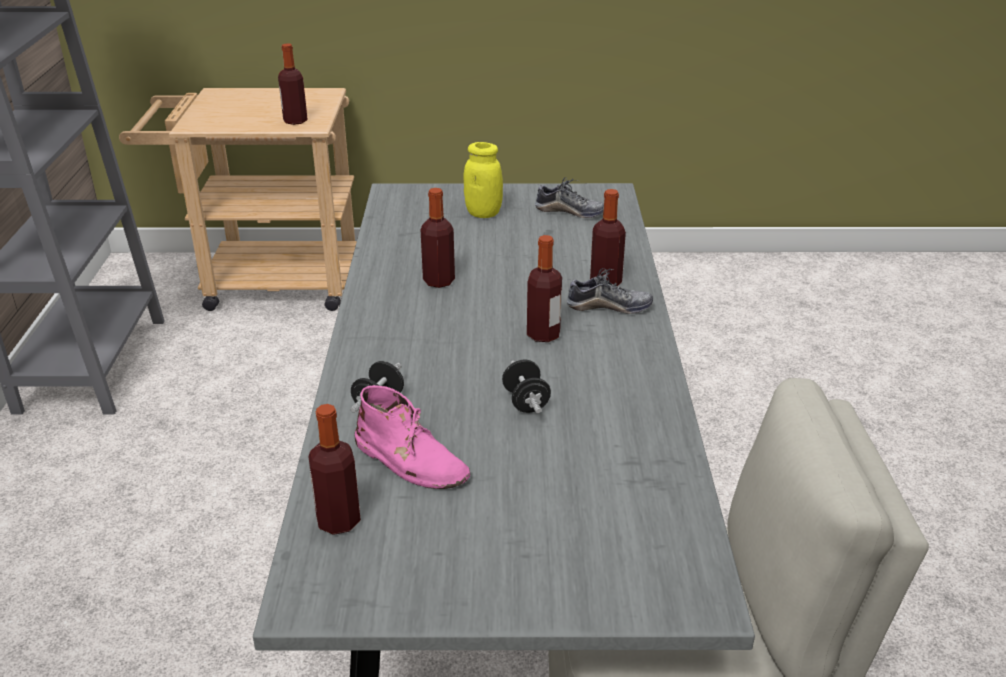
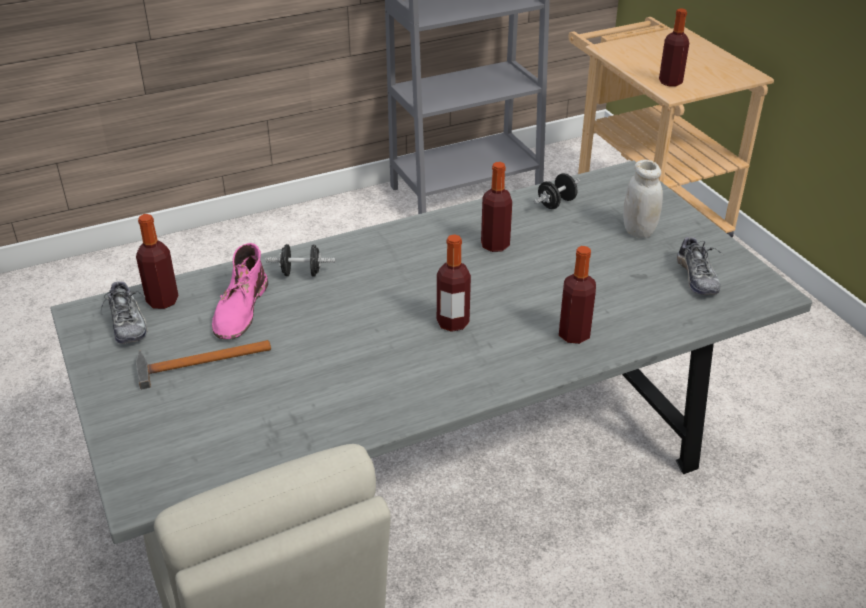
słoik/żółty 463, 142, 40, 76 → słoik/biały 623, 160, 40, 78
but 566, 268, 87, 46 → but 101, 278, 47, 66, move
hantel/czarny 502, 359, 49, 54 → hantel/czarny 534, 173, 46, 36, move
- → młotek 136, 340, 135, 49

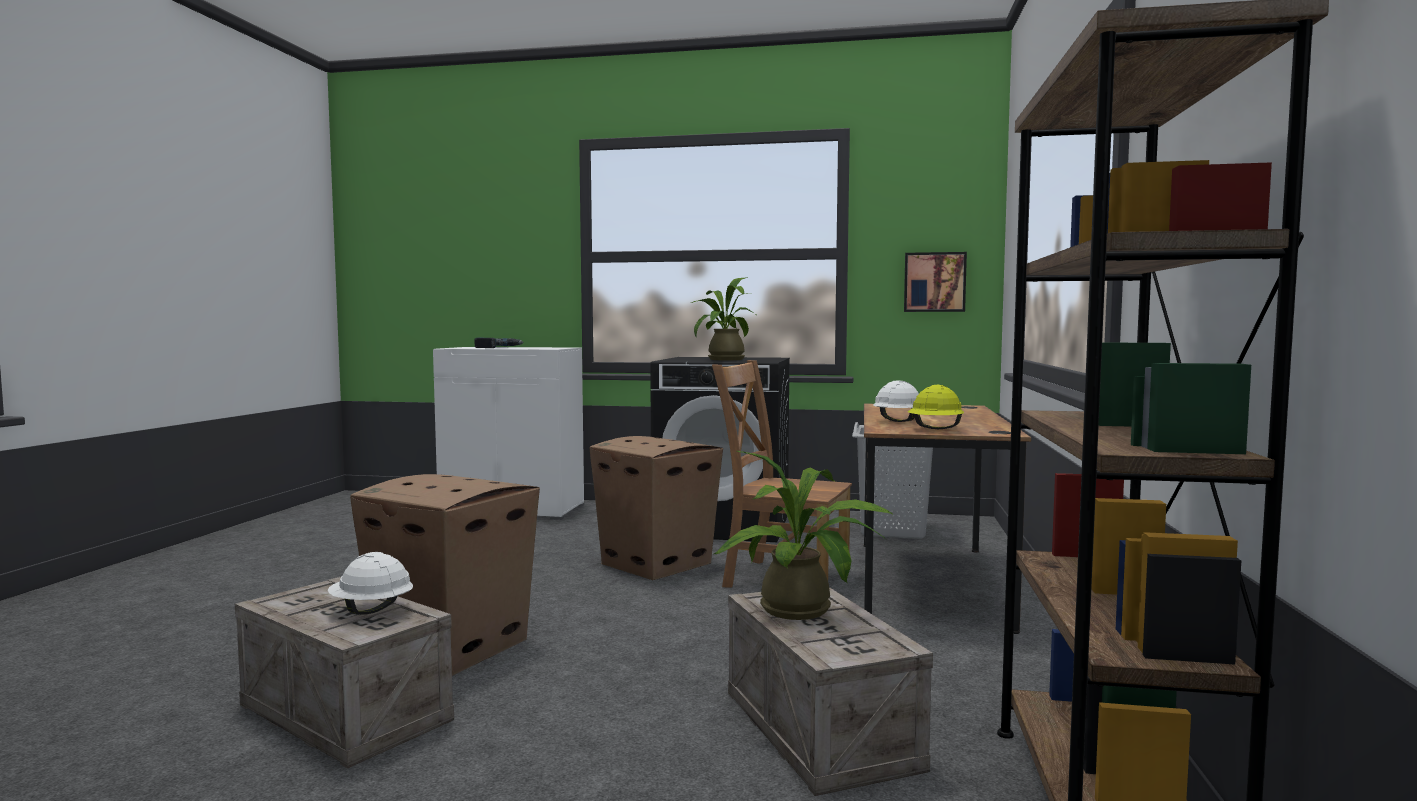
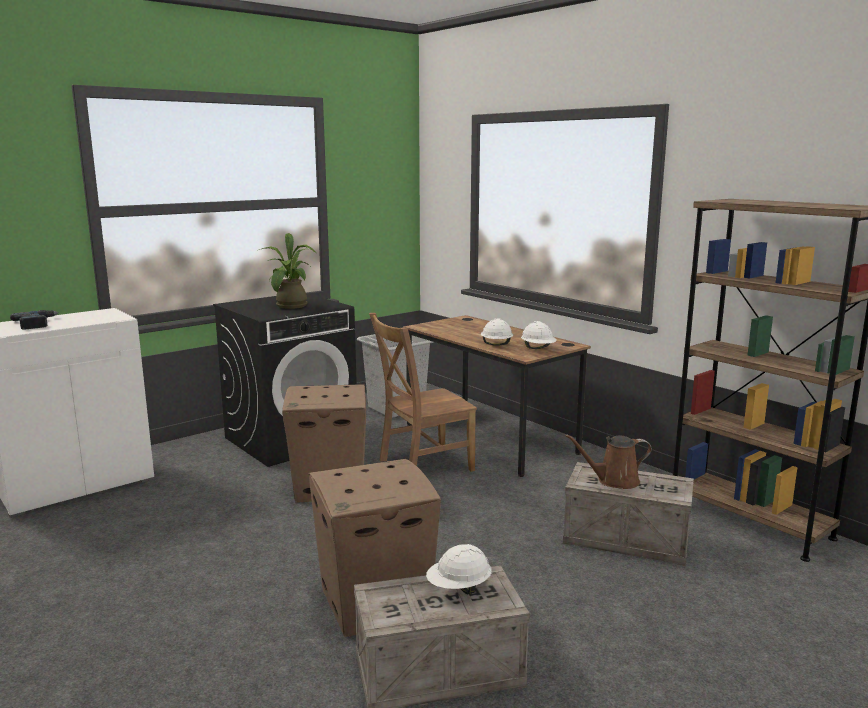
obraz 904, 252, 63, 60 → -
kask/żółty 908, 385, 56, 44 → kask/biały 521, 321, 36, 28
roślina doniczkowa 714, 451, 180, 169 → konewka/brązowy 565, 434, 87, 55

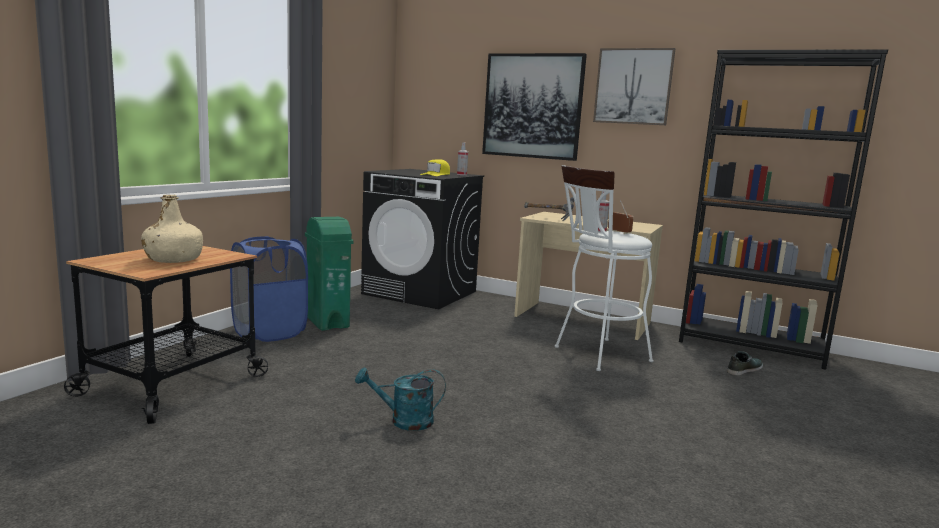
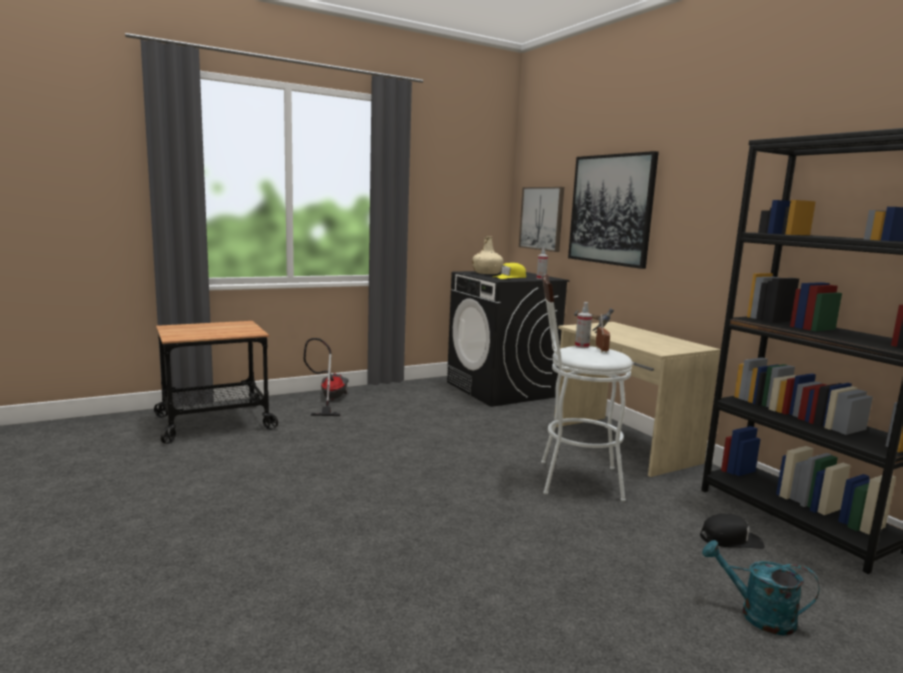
obraz 593, 48, 82, 77 → obraz 519, 187, 45, 65, move
butelka/beżowy 141, 195, 62, 68 → butelka/beżowy 472, 236, 31, 38, move
kosz na śmieci/zielony 305, 217, 48, 114 → -
kosz na pranie/niebieski 230, 236, 78, 106 → odkurzacz 304, 338, 45, 78
but 727, 351, 36, 25 → czapka z daszkiem/czarny 700, 513, 65, 36
konewka/turkusowy 355, 367, 91, 64 → konewka/turkusowy 702, 540, 117, 95, move

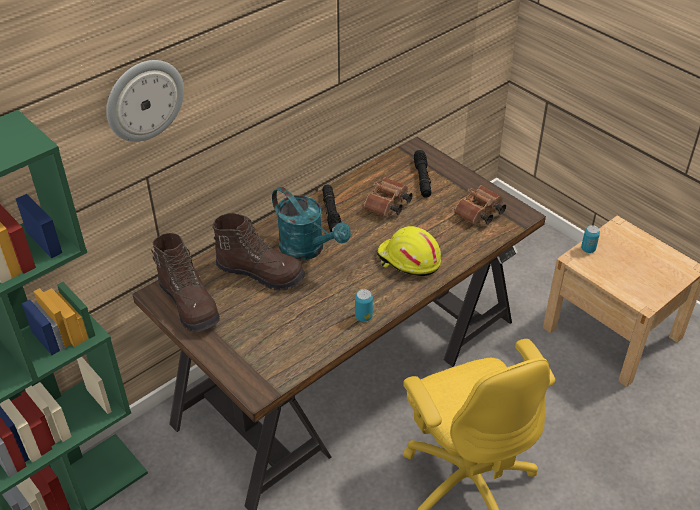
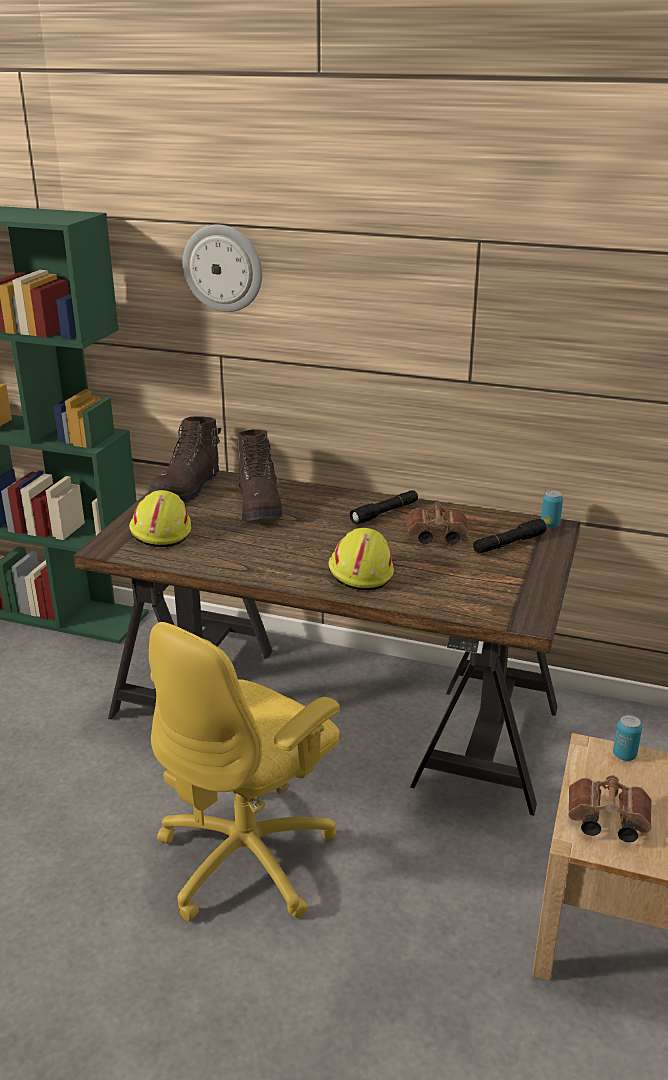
lornetka/brązowy 454, 185, 52, 40 → lornetka/brązowy 568, 775, 84, 67, move
konewka/turkusowy 272, 187, 79, 73 → -
puszka 355, 289, 18, 33 → puszka 541, 490, 22, 38, move
- → kask/żółty 129, 490, 62, 57

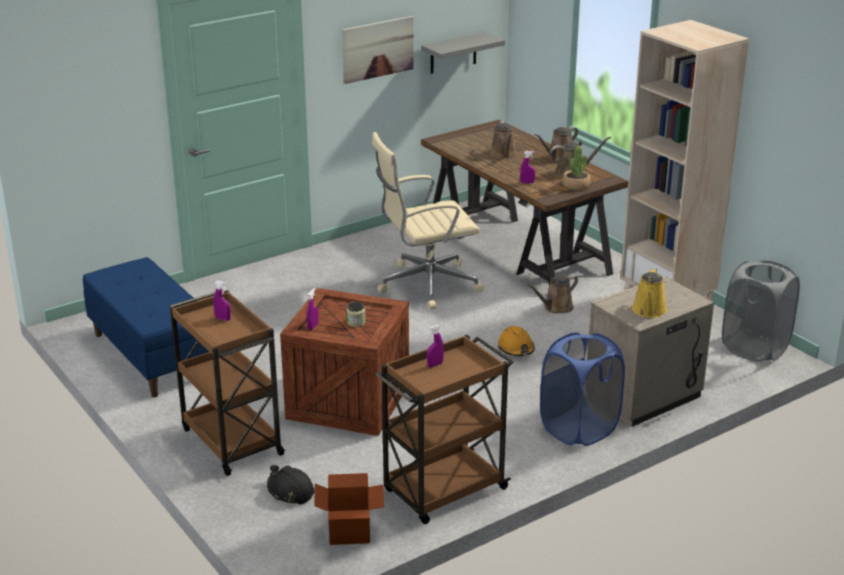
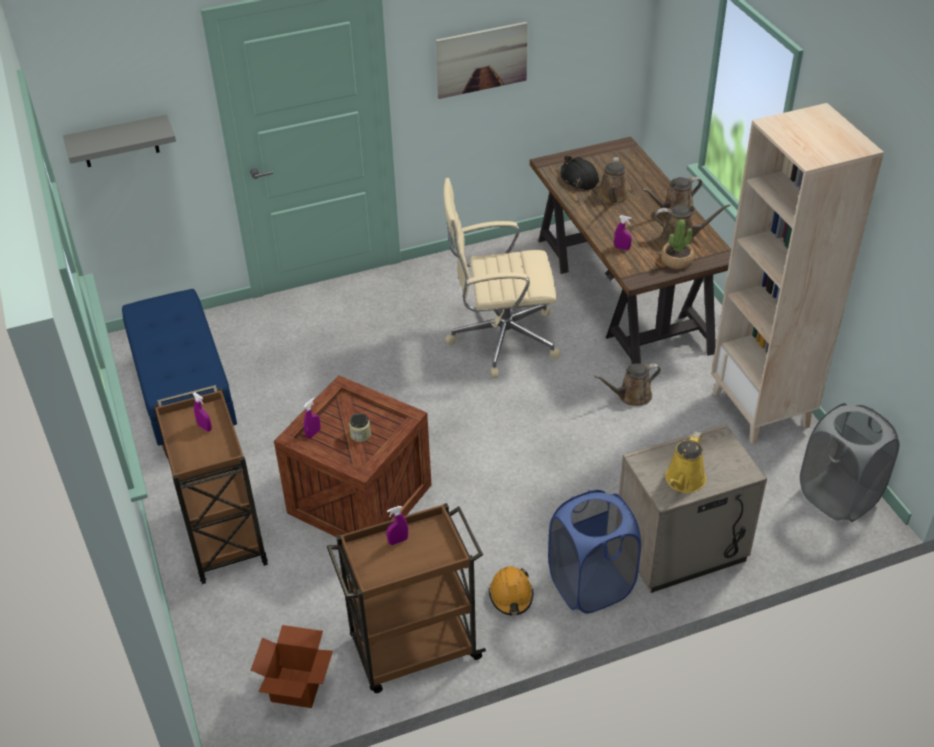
półka/szary 421, 32, 84, 42 → półka/szary 63, 114, 113, 53, move
kask/pomarańczowy 498, 326, 37, 30 → kask/pomarańczowy 489, 566, 44, 49, move
kask/czarny 267, 465, 48, 40 → kask/czarny 560, 155, 39, 35, move

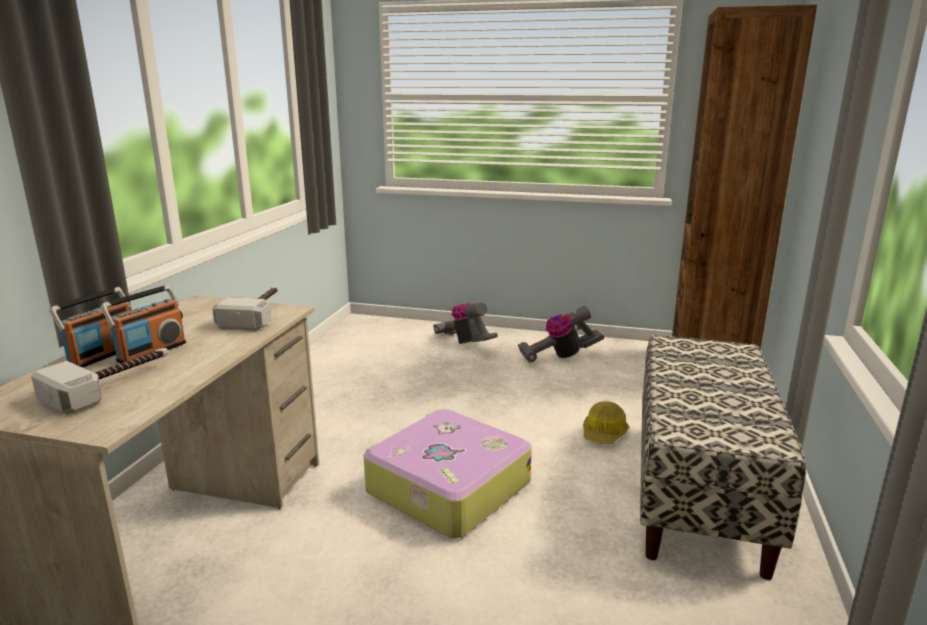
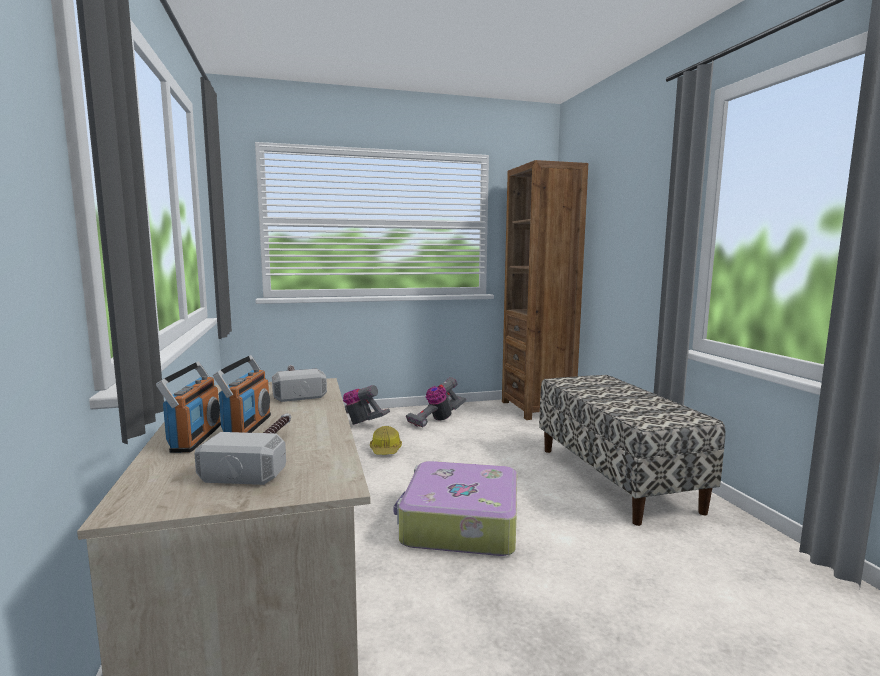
kask 583, 401, 46, 43 → kask 370, 426, 32, 29, move

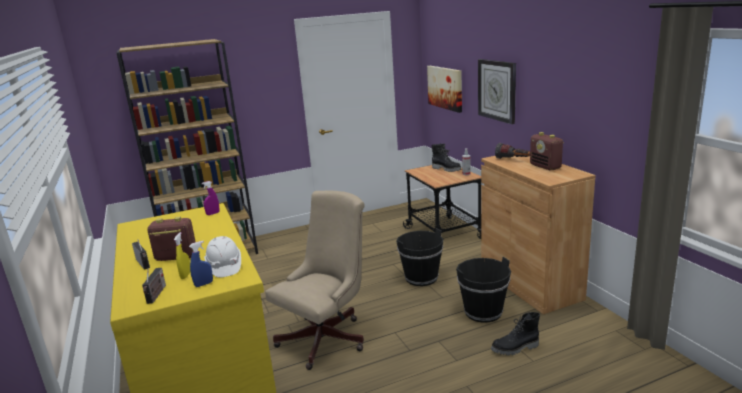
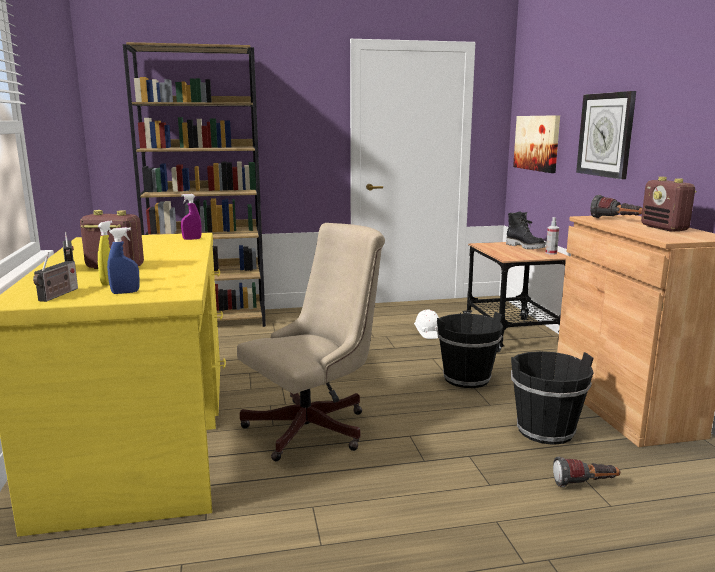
kask/biały 204, 236, 37, 41 → kask/biały 414, 310, 25, 29, move
but z cholewką/czarny 491, 312, 49, 43 → latarka 553, 457, 67, 30

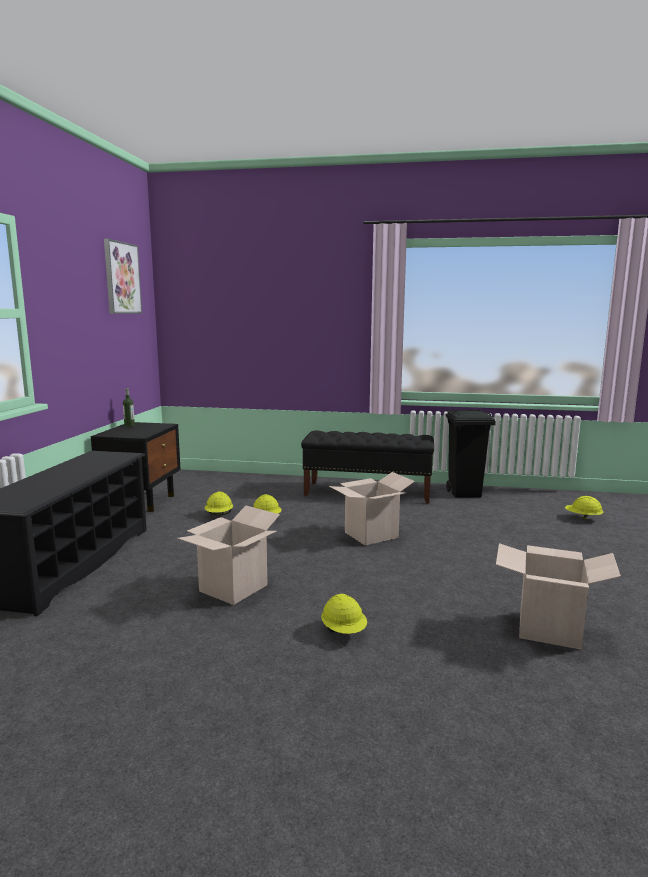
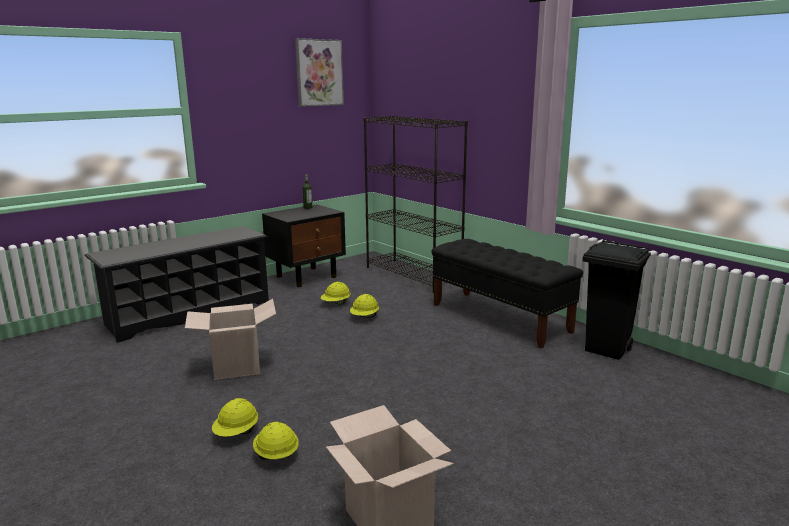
karton 329, 472, 86, 73 → -
kask/żółty 565, 496, 39, 24 → kask/żółty 253, 422, 46, 38, move
- → regał/czarny 364, 116, 104, 177

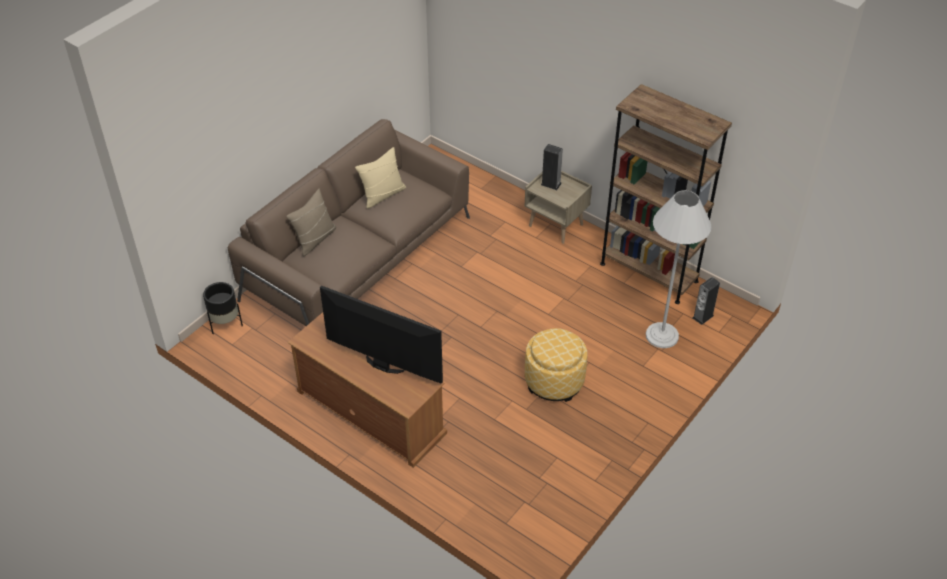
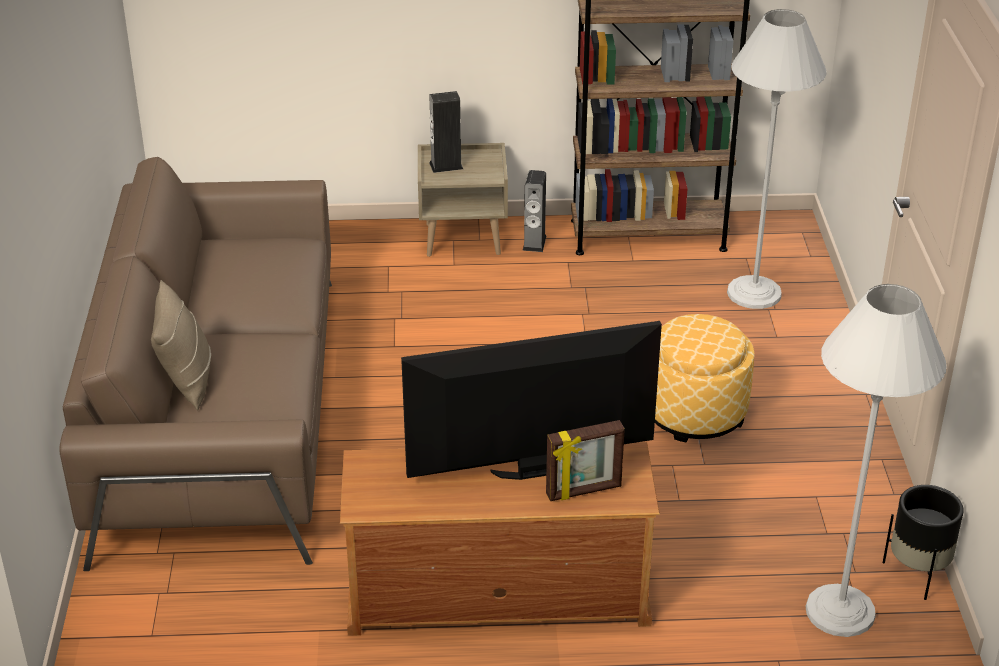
poduszka/beżowy 355, 147, 51, 62 → -
głośnik 693, 277, 27, 48 → głośnik 522, 170, 24, 82, move
donica/czarny 203, 282, 40, 52 → donica/czarny 883, 485, 81, 115, move
- → lampa stojąca/biały 805, 284, 142, 353
- → ramka na zdjęcie 546, 420, 79, 81

